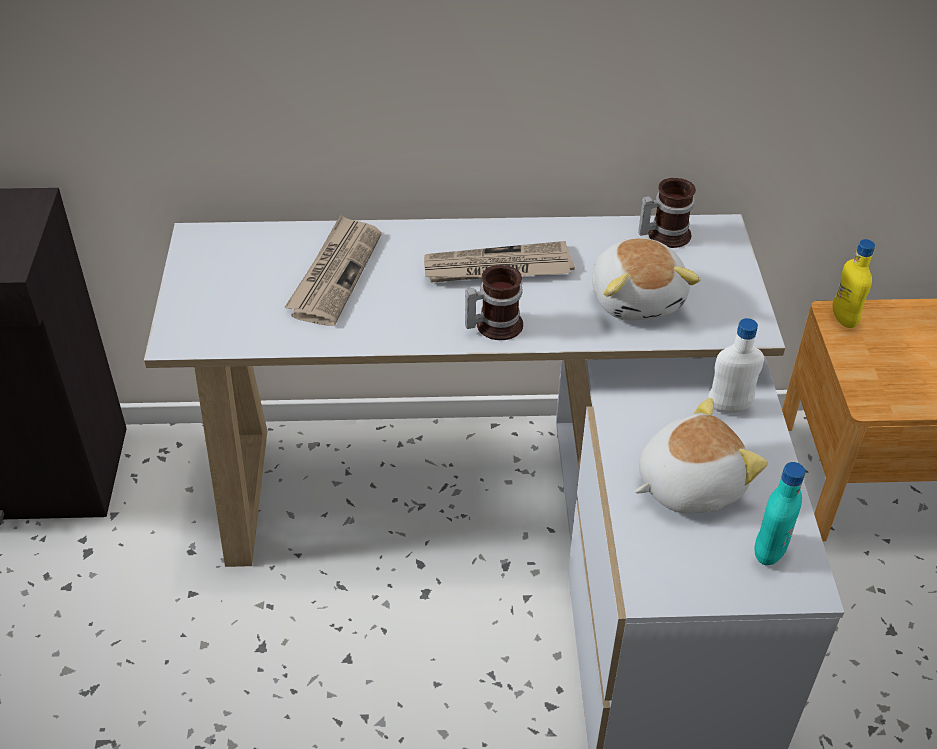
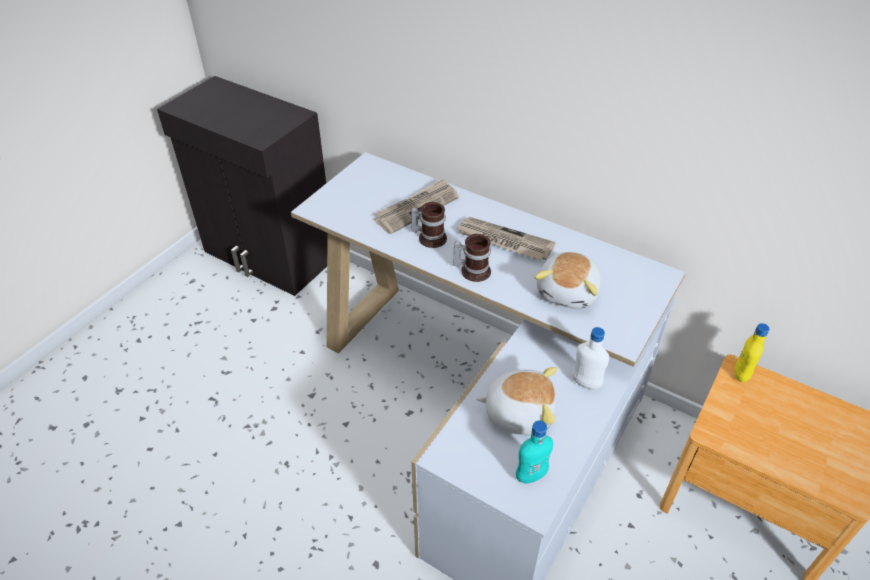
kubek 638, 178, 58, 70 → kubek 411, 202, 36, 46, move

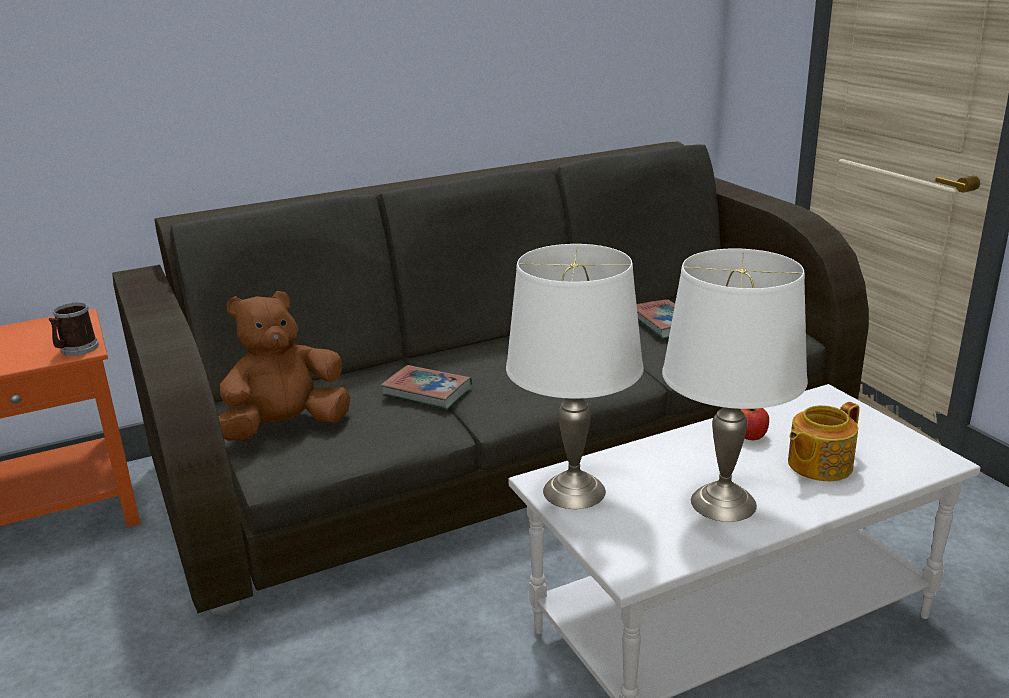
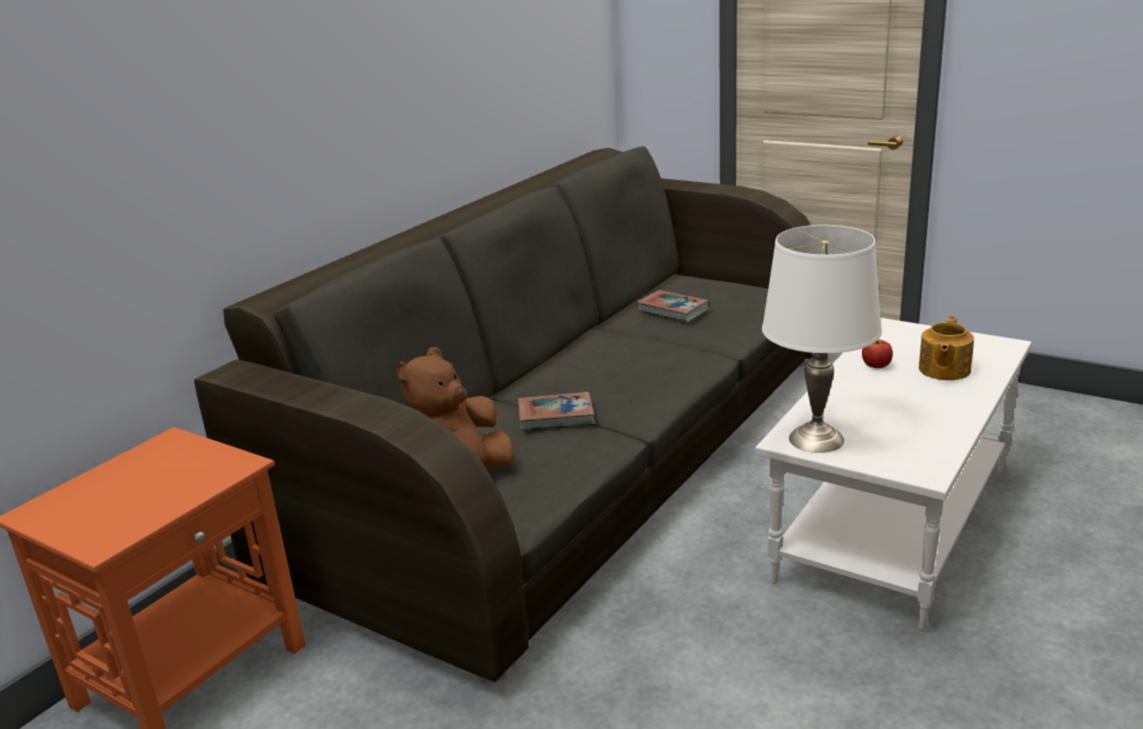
lampa stołowa/biały 662, 249, 146, 273 → -
kubek 49, 303, 50, 53 → -

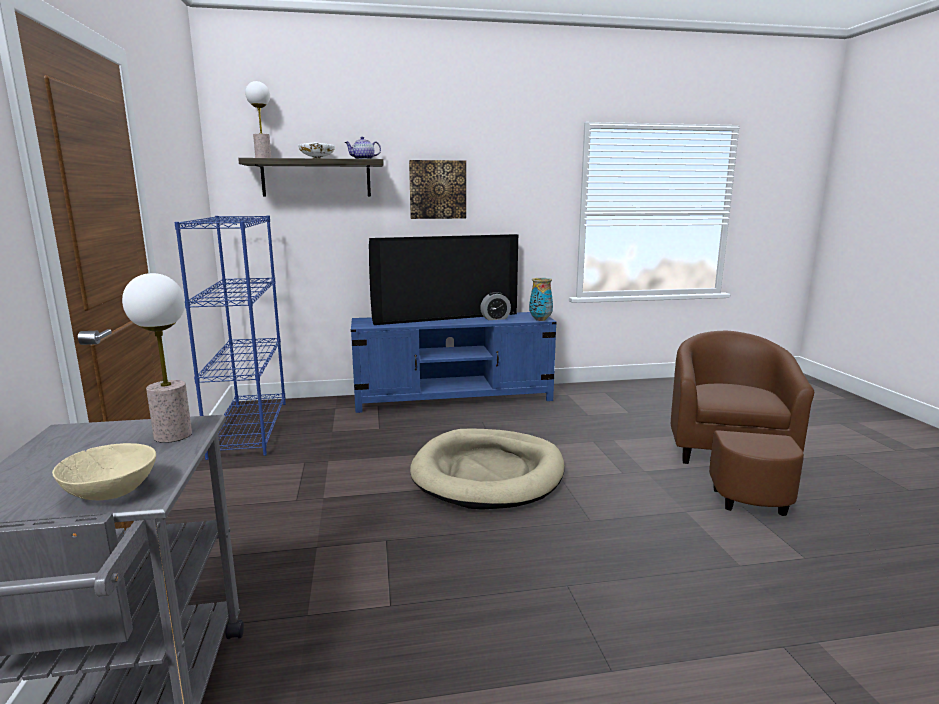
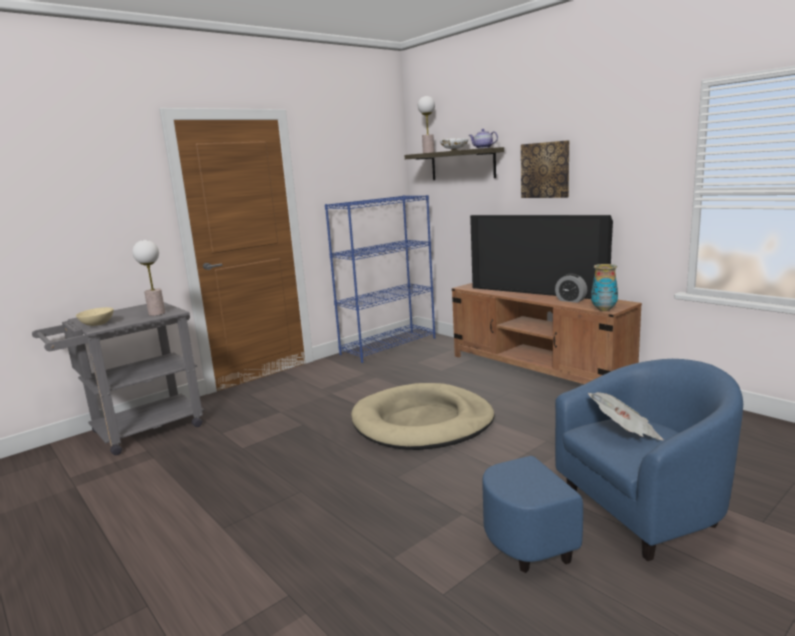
szafka pod telewizor/niebieski 351, 312, 206, 101 → szafka pod telewizor/brązowy 452, 283, 190, 101
fotel/brązowy 671, 331, 143, 185 → fotel/niebieski 482, 359, 261, 214
- → gazeta 588, 392, 76, 48

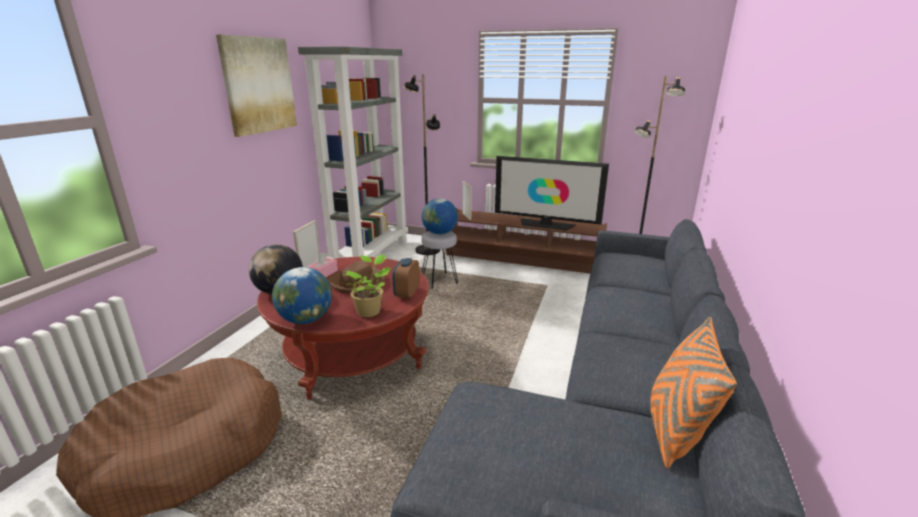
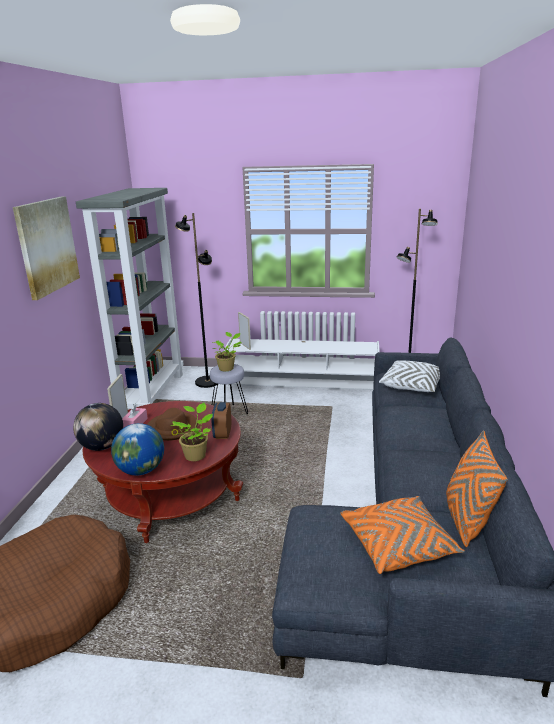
telewizor 495, 156, 114, 75 → -
globus 422, 198, 36, 37 → roślina doniczkowa 213, 332, 29, 39
szafka pod telewizor/brązowy 446, 208, 161, 65 → szafka pod telewizor/biały 224, 339, 156, 51
- → poduszka/biały 379, 360, 61, 32
- → poduszka/pomarańczowy 341, 496, 124, 78

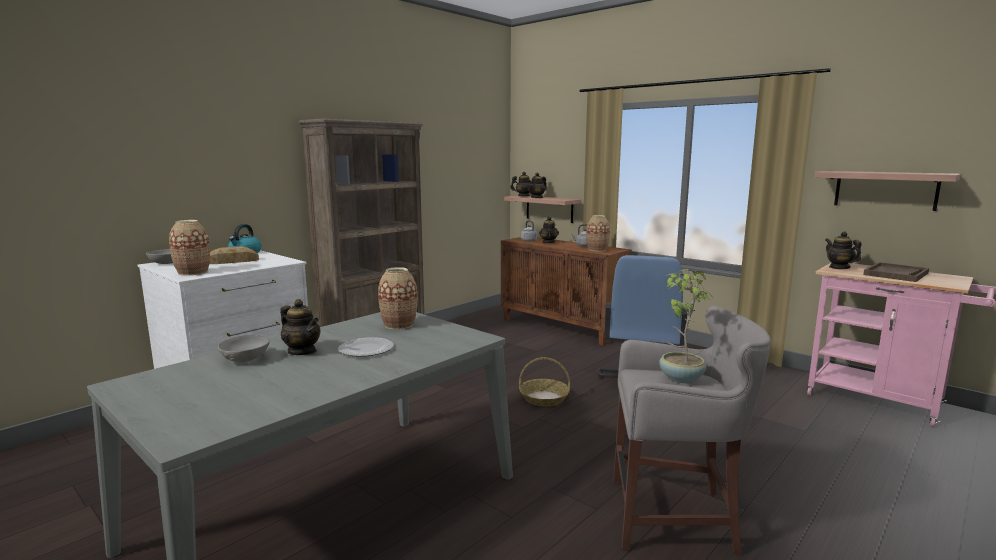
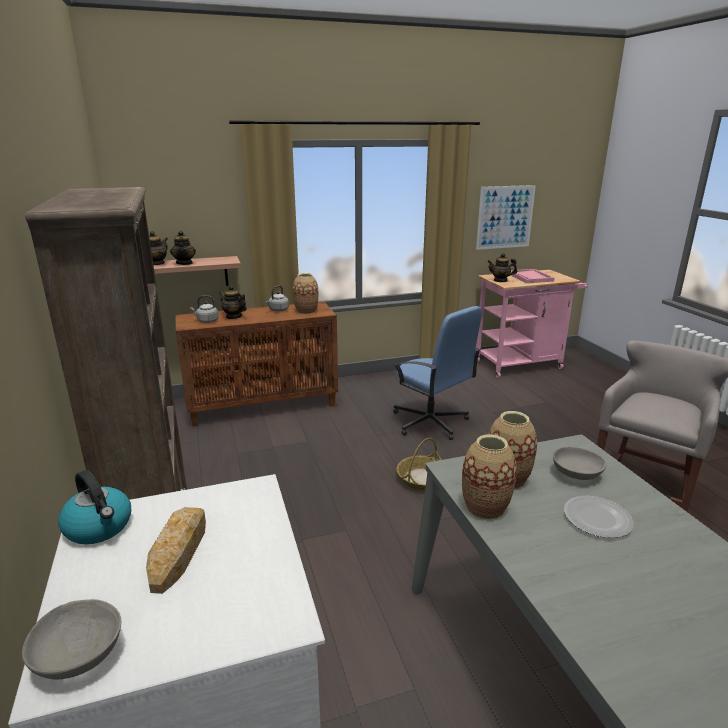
półka 814, 171, 147, 40 → obraz 476, 185, 60, 65
wazon 169, 220, 41, 56 → wazon 462, 434, 55, 86, move
taca/brązowy 863, 262, 66, 20 → taca/różowy 510, 269, 44, 14
roślina doniczkowa 659, 269, 53, 114 → -
imbryk 280, 299, 41, 56 → -
miska/szary 218, 335, 52, 27 → miska/szary 553, 447, 53, 33, move

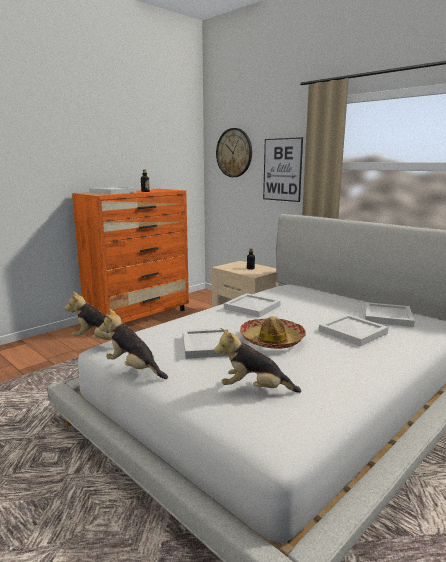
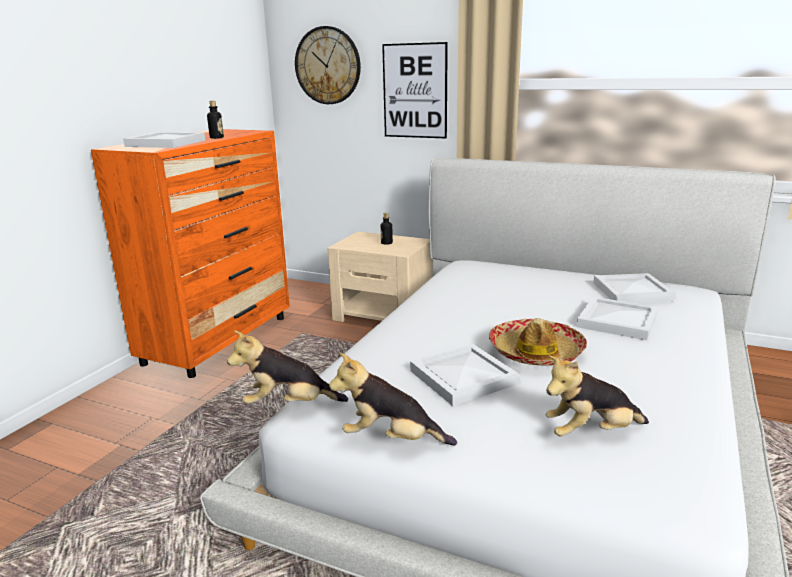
taca/biały 224, 293, 57, 25 → -

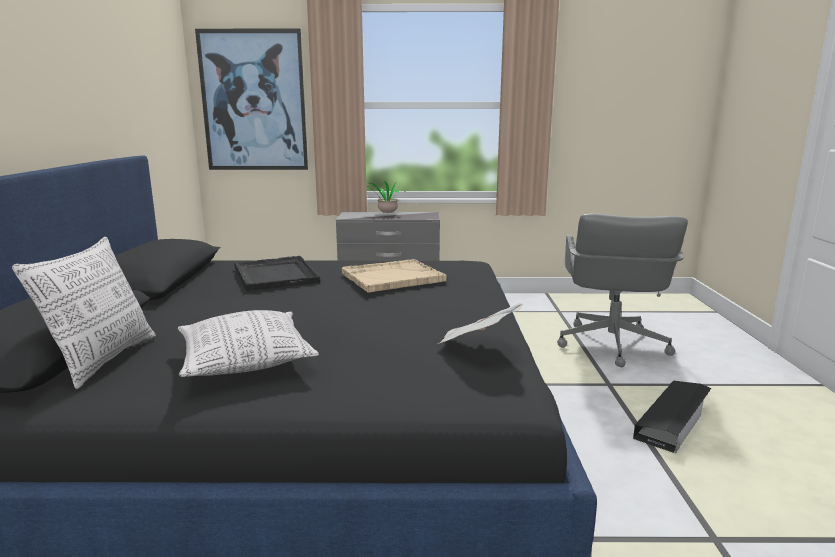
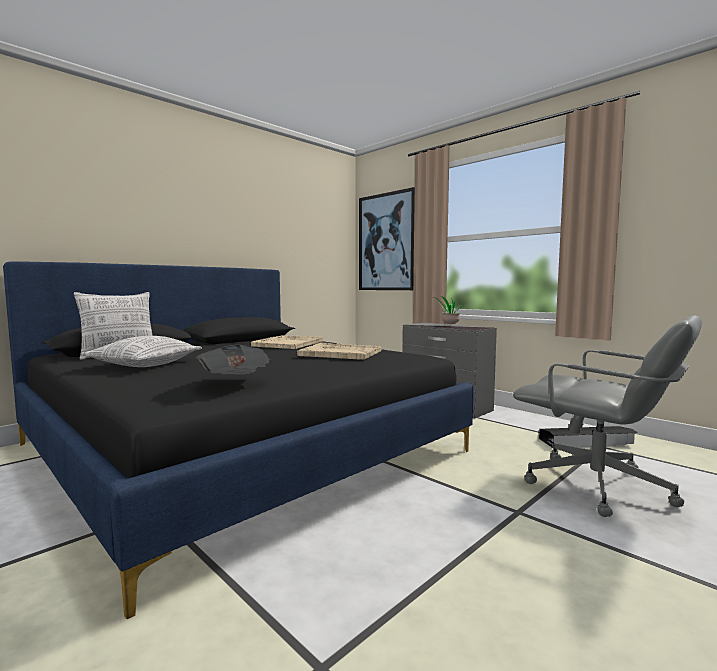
krzesło biurowe/szary 557, 213, 131, 154 → krzesło biurowe/szary 513, 315, 189, 202, 105 degrees counterclockwise
taca/czarny 234, 256, 86, 35 → taca/beżowy 251, 335, 72, 14
pojemnik do przechowywania/czarny 633, 381, 78, 73 → pojemnik do przechowywania/czarny 539, 426, 99, 23, move

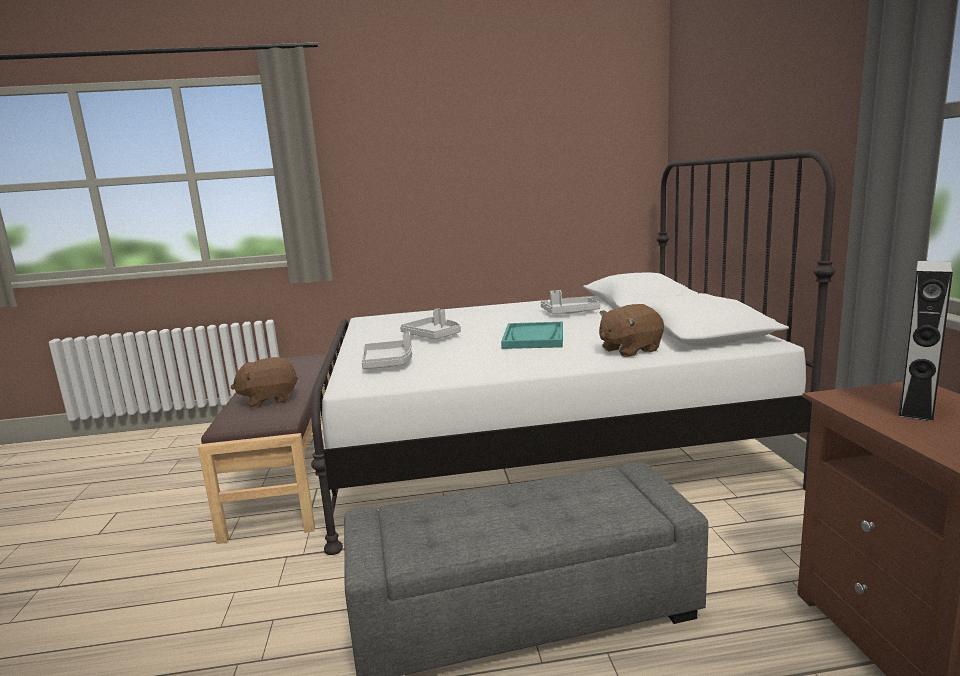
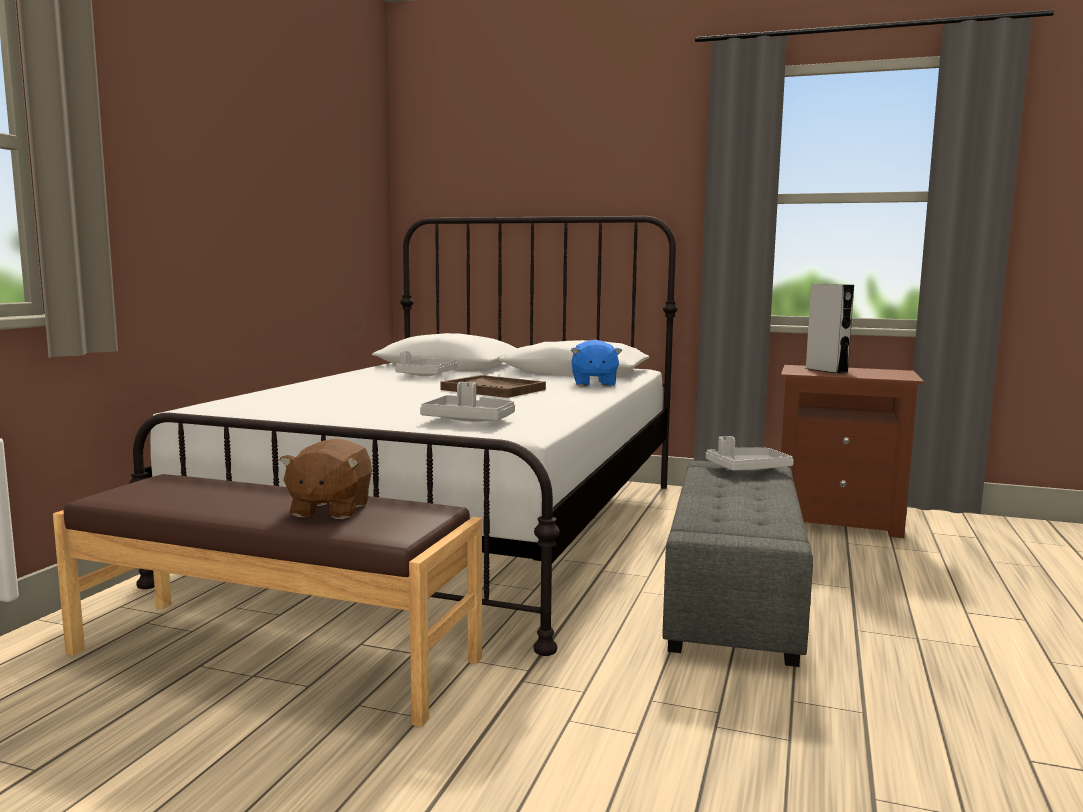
pluszak/brązowy 599, 304, 65, 53 → pluszak/niebieski 571, 340, 51, 47
taca/szary 400, 308, 61, 31 → taca/szary 706, 436, 88, 35, move
taca/turkusowy 501, 322, 62, 27 → taca/brązowy 440, 375, 106, 23

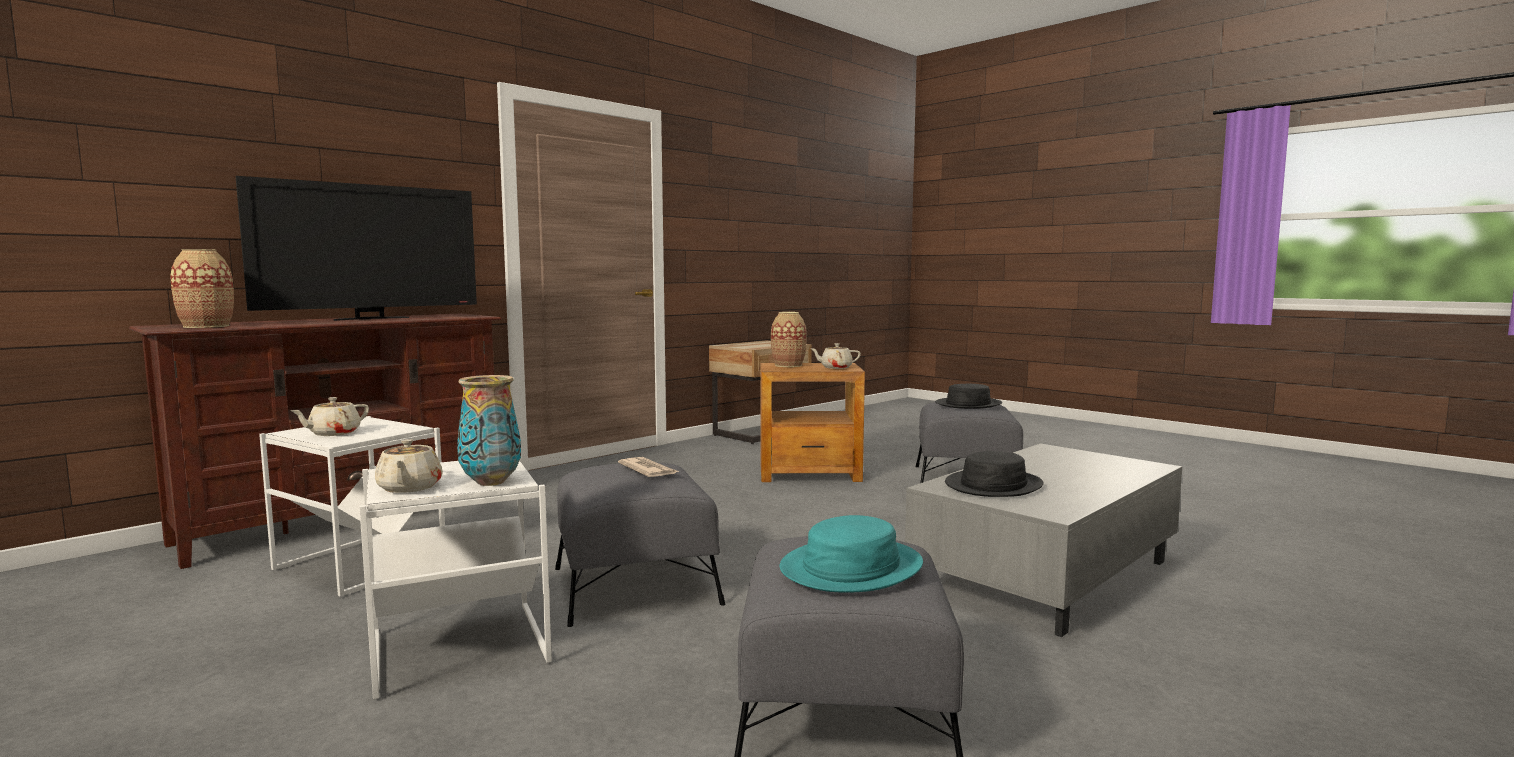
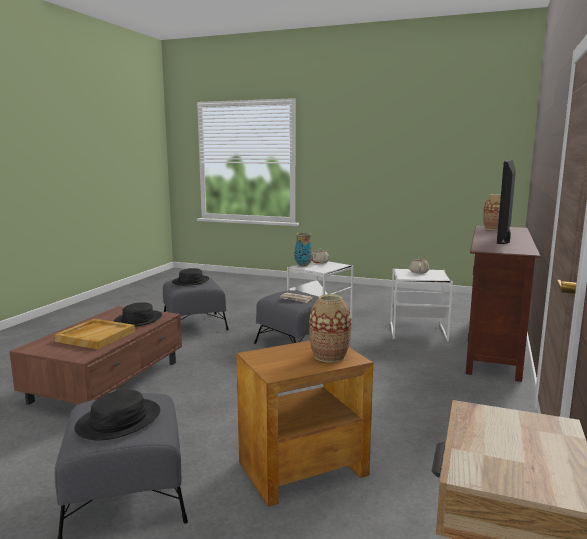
imbryk/beżowy 810, 343, 51, 26 → -
ława/szary 905, 443, 277, 194 → ława/brązowy 9, 306, 173, 99
kapelusz/turkusowy 780, 515, 143, 78 → kapelusz/czarny 172, 268, 37, 18
- → taca/beżowy 54, 319, 81, 30

